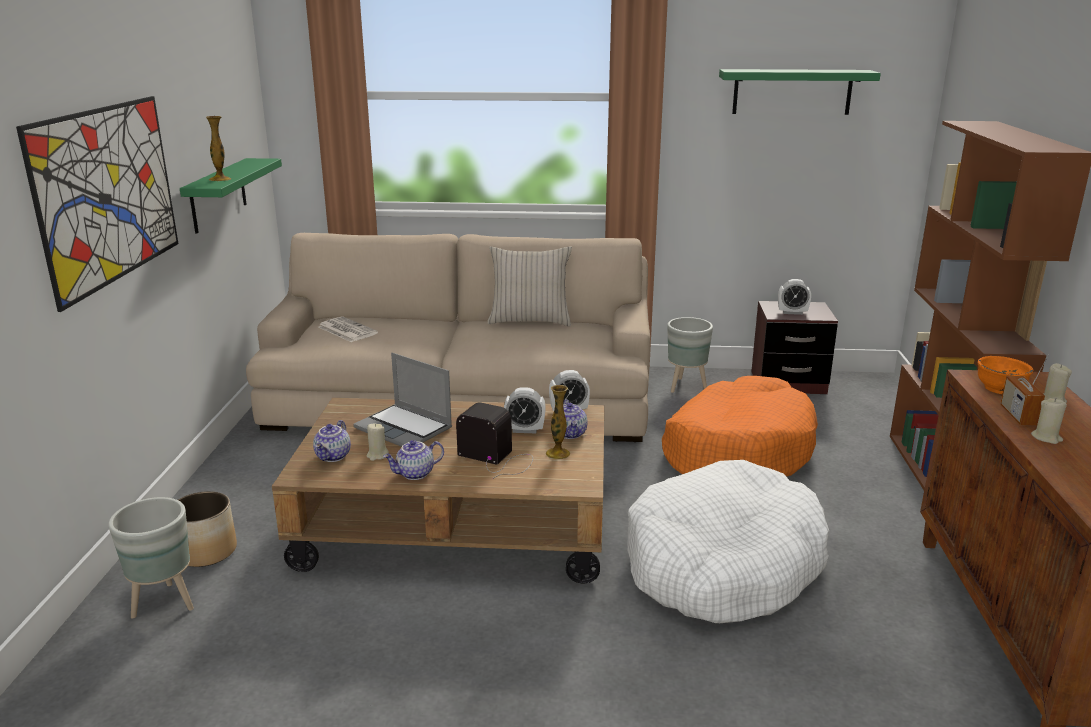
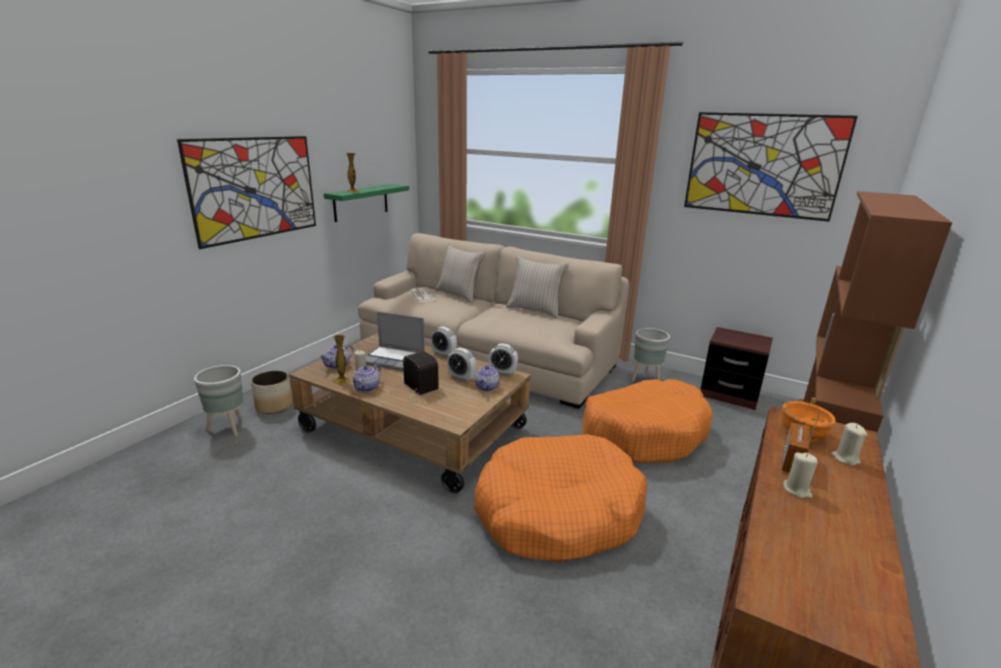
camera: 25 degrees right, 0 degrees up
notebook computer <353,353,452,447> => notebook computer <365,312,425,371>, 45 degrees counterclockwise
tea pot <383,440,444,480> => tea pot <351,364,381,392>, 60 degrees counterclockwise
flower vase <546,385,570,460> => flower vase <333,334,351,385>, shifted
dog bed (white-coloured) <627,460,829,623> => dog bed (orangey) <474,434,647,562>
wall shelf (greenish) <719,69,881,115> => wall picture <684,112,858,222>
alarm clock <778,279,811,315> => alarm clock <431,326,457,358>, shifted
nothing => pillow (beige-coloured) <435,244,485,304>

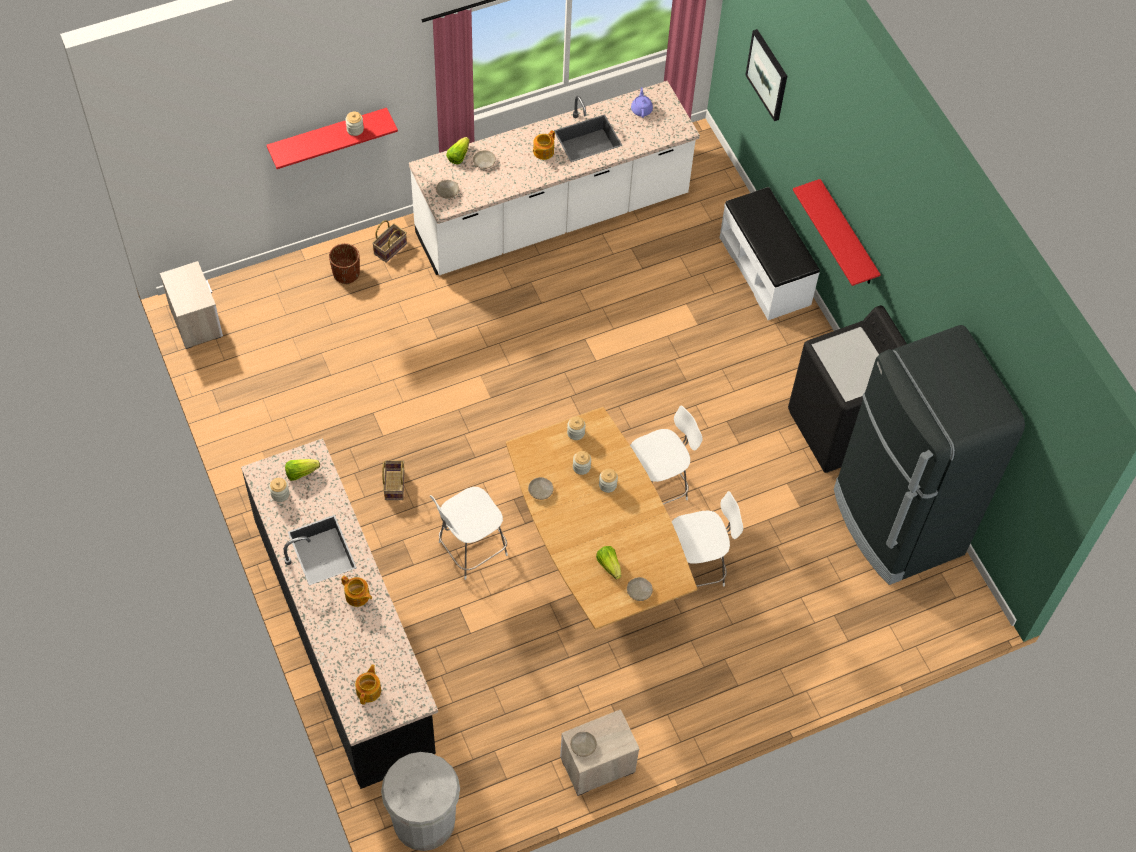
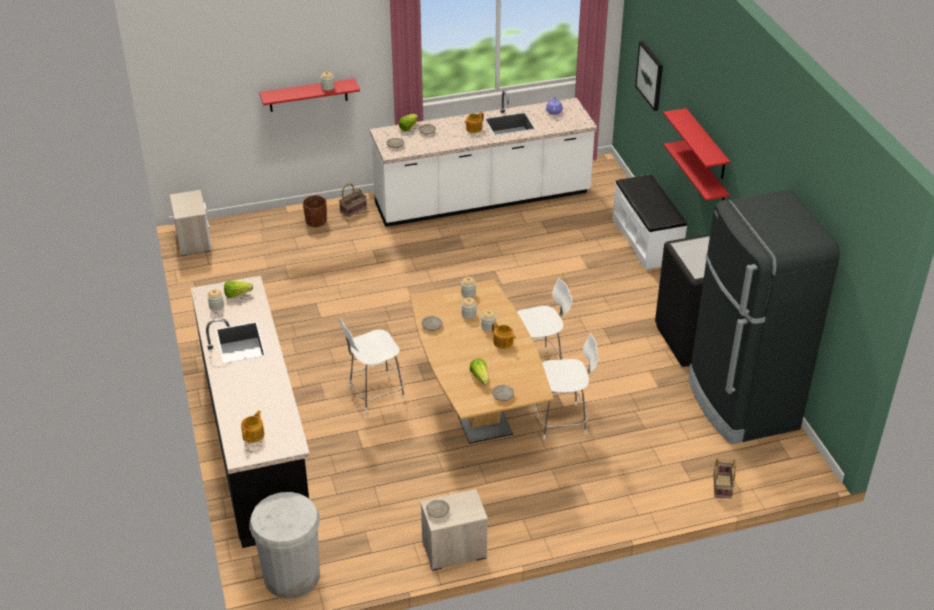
camera: 10 degrees right, 20 degrees down
tea pot <341,576,372,607> => tea pot <492,322,516,349>, shifted
basket <382,460,404,500> => basket <713,458,736,499>, shifted
nothing => wall shelf (reddish) <663,108,730,179>

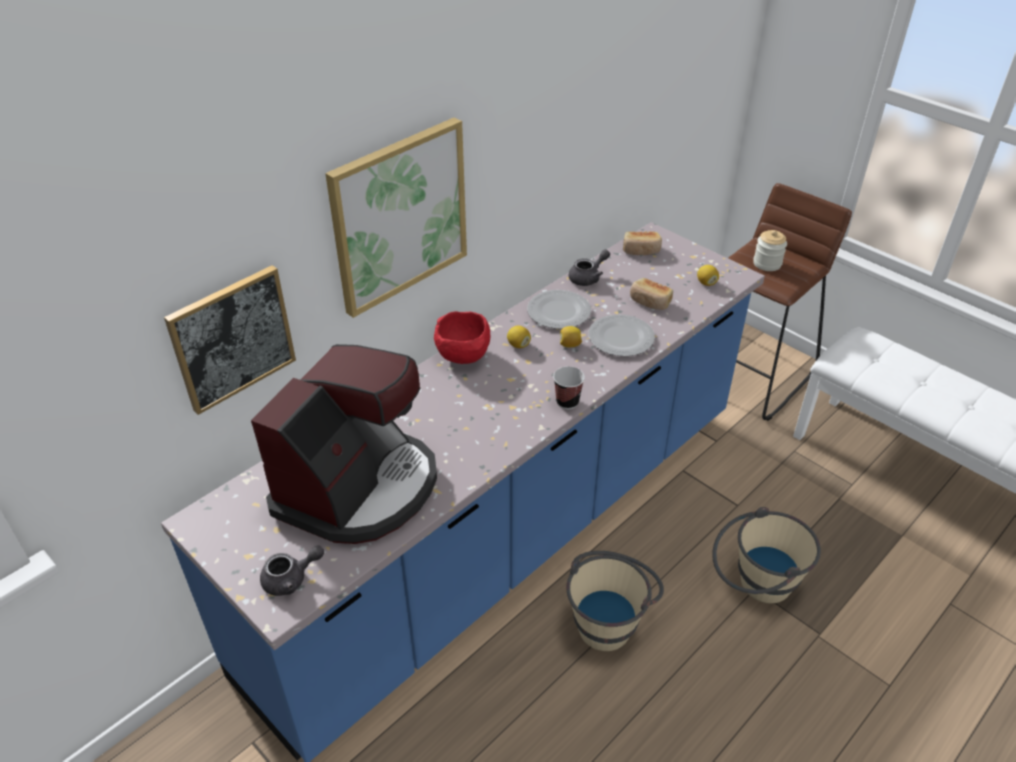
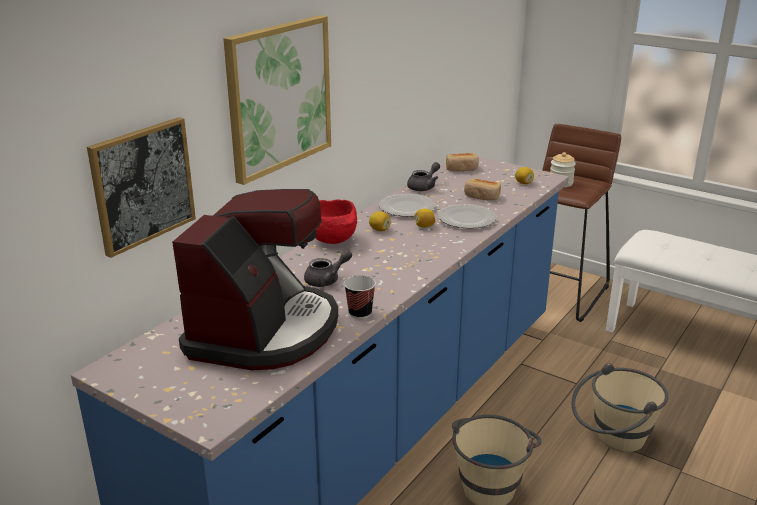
camera: 10 degrees left, 15 degrees down
tea pot (greyish) <260,545,324,596> => tea pot (greyish) <304,250,352,287>, shifted
drinking cup <553,366,585,409> => drinking cup <344,275,376,319>, shifted

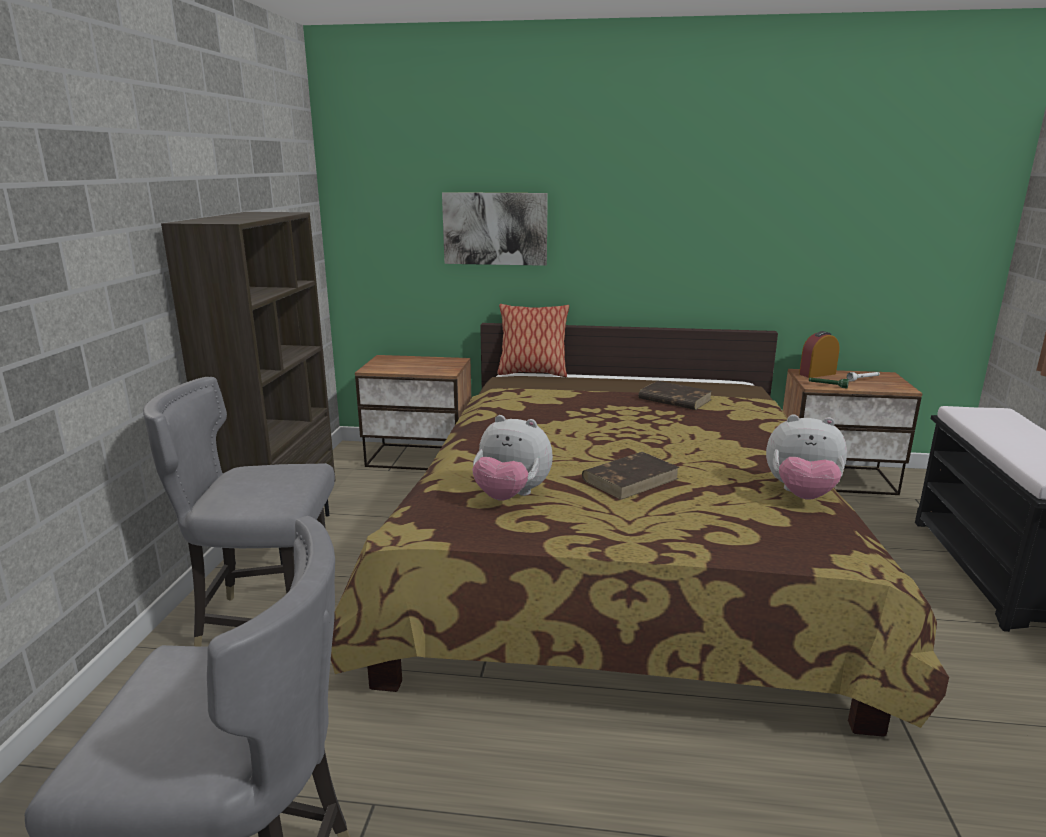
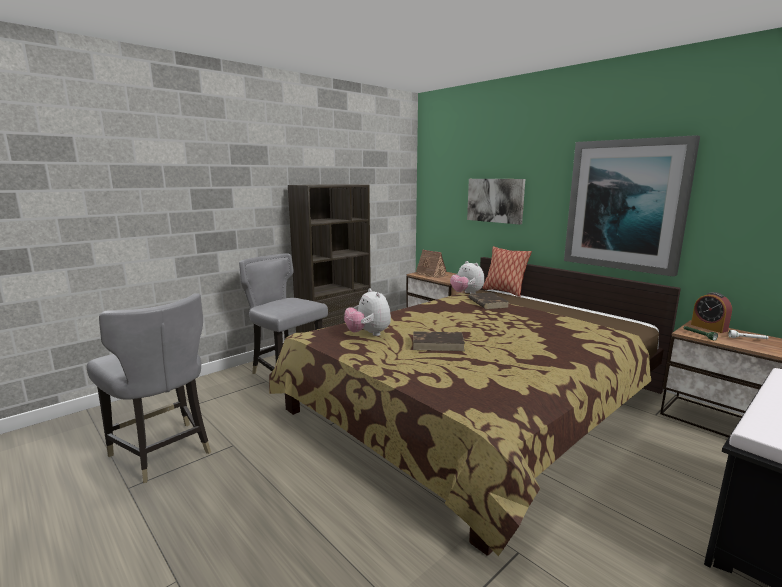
camera: 40 degrees right, 5 degrees down
bound book (brown-coloured) <638,381,712,410> => bound book (brown-coloured) <468,292,509,309>, shifted
cuddly toy <766,414,847,500> => cuddly toy <450,261,485,294>, shifted
alarm clock <799,331,840,378> => alarm clock <691,292,732,333>, 135 degrees counterclockwise
nothing => toy house <416,250,448,278>
nothing => wall picture <564,135,700,277>

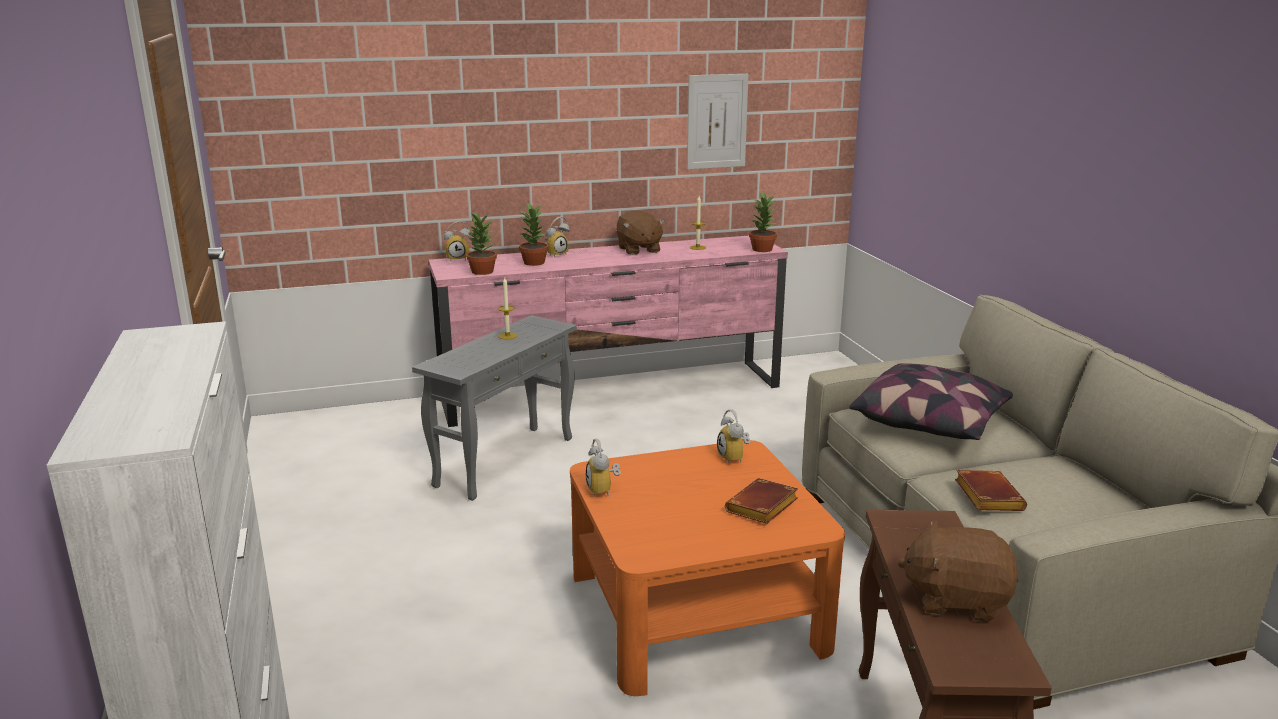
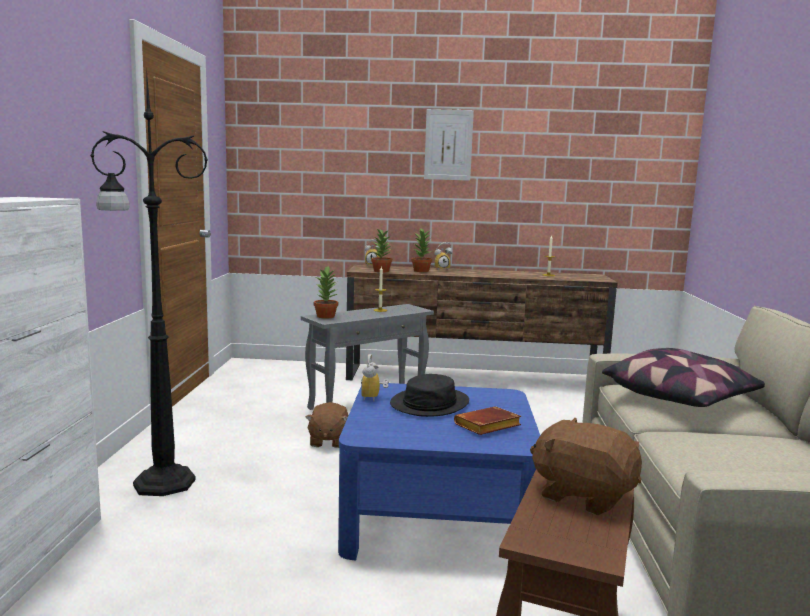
camera: 20 degrees right, 10 degrees down
tv stand (pinkish) <429,236,787,427> => tv stand (brown-coloured) <346,265,618,380>
lounge table (orangey) <570,440,845,696> => lounge table (bluish) <338,383,540,561>
cuddly toy (brown-coloured) <616,210,665,255> => cuddly toy (brown-coloured) <305,402,348,448>, shifted
wall picture <687,74,749,169> => wall picture <424,109,474,181>, shifted
alarm clock <717,409,751,464> => nothing
plant in a pot <749,192,777,252> => plant in a pot <314,267,338,319>, shifted
bound book (brown-coloured) <955,470,1027,511> => nothing
nothing => standard lamp (black-coloured) <90,66,208,496>
nothing => hat (black-coloured) <390,374,469,417>

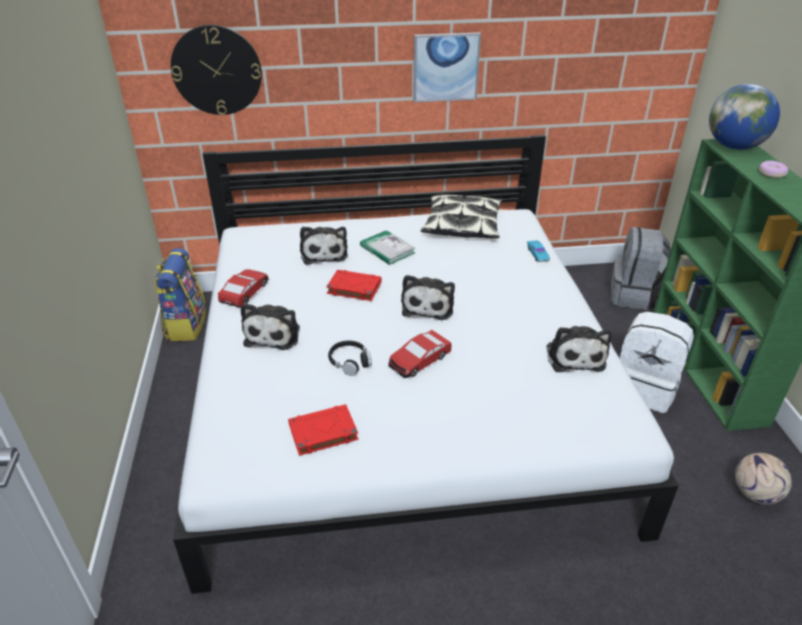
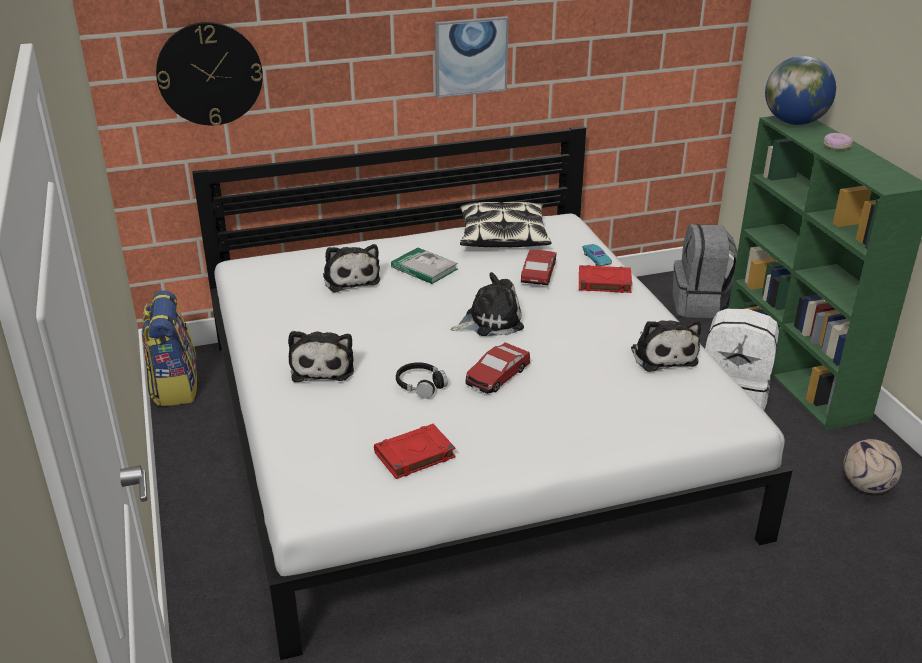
camera: 10 degrees left, 5 degrees down
miniature car <218,269,268,307> => miniature car <521,250,557,285>, shifted
bound book (reddish) <326,270,382,301> => bound book (reddish) <579,265,632,293>, shifted
cuddly toy <401,275,455,320> => cuddly toy <451,272,524,336>, 105 degrees counterclockwise

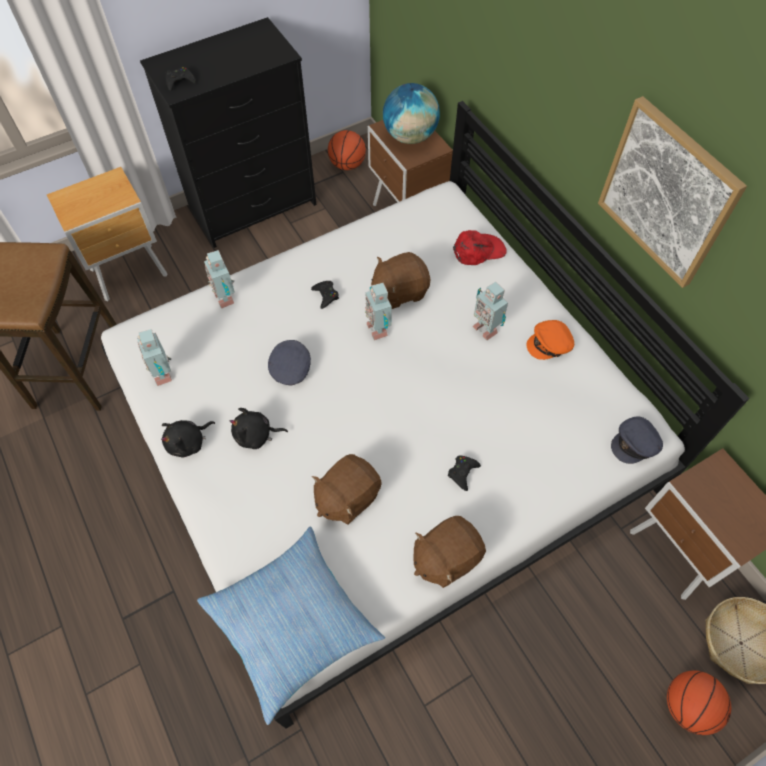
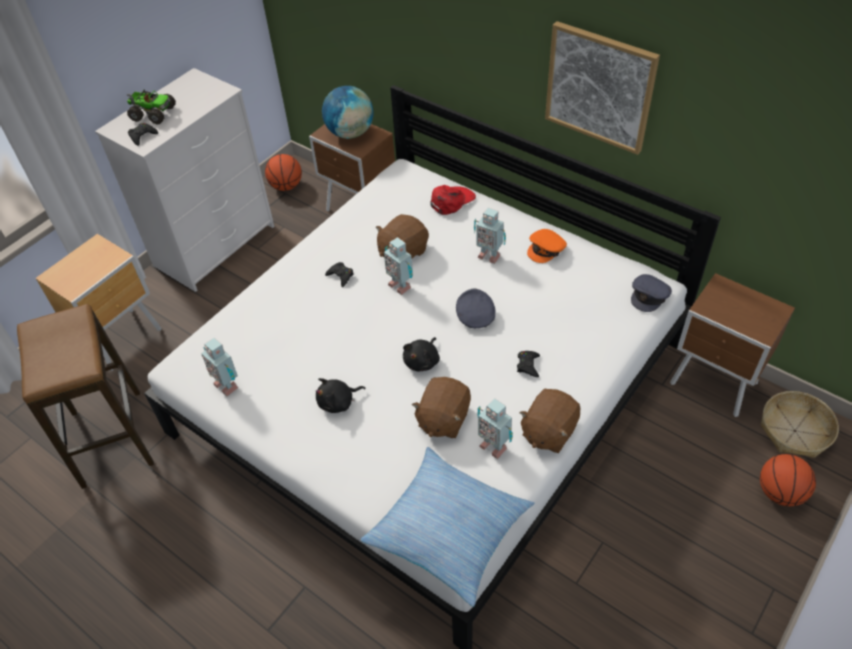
camera: 20 degrees left, 10 degrees down
drawer chest (black-coloured) <140,17,316,248> => drawer chest (white-coloured) <95,68,275,292>
cuddly toy (black-coloured) <161,420,215,457> => cuddly toy (black-coloured) <403,337,440,372>, shifted
toy robot <204,250,235,309> => toy robot <477,398,513,459>, shifted
baseball cap (greyish) <268,340,311,386> => baseball cap (greyish) <456,289,496,328>, shifted
nothing => toy truck <127,90,176,124>

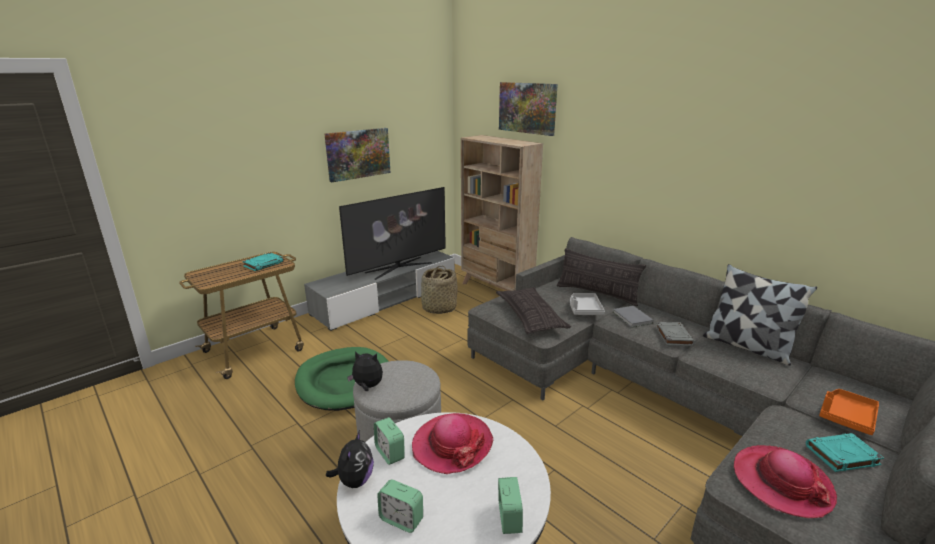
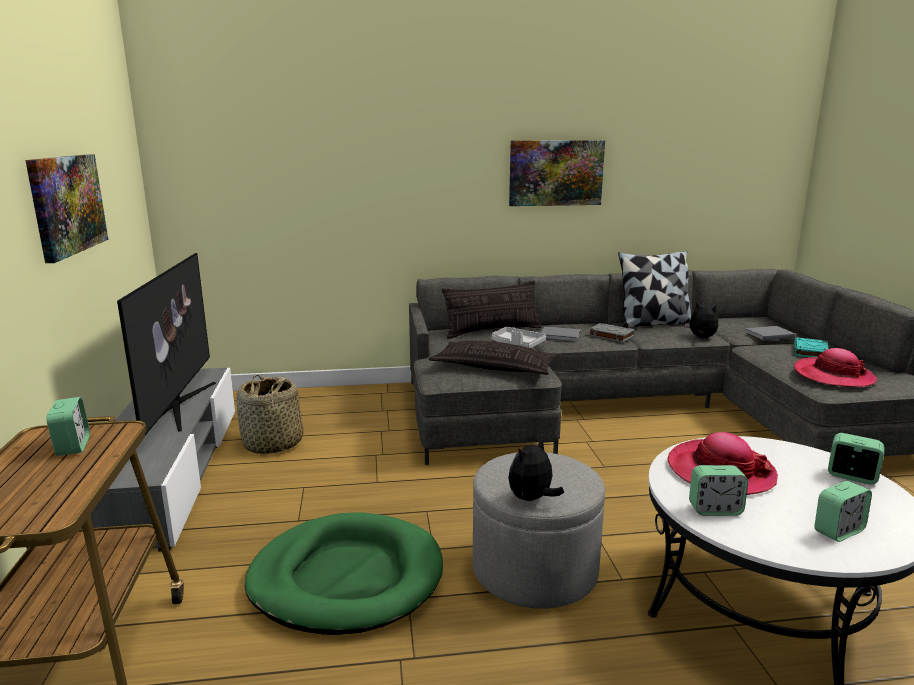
camera: 55 degrees left, 5 degrees down
bound book (turquoise) <242,252,284,271> => alarm clock <46,397,90,456>
cuddly toy <326,430,374,488> => cuddly toy <684,302,718,338>, shifted
bookcase (beige-coloured) <461,135,543,291> => nothing
wall picture <499,82,558,136> => wall picture <509,140,605,206>, shifted
carrying tray (orangey) <819,389,879,435> => bound book (greyish) <745,326,795,341>

